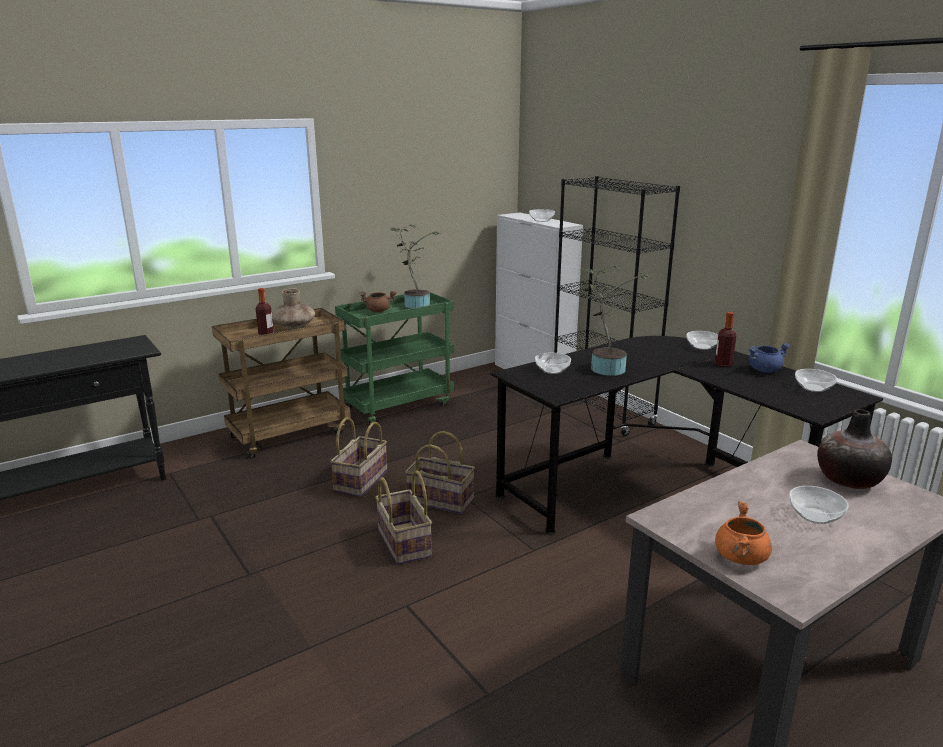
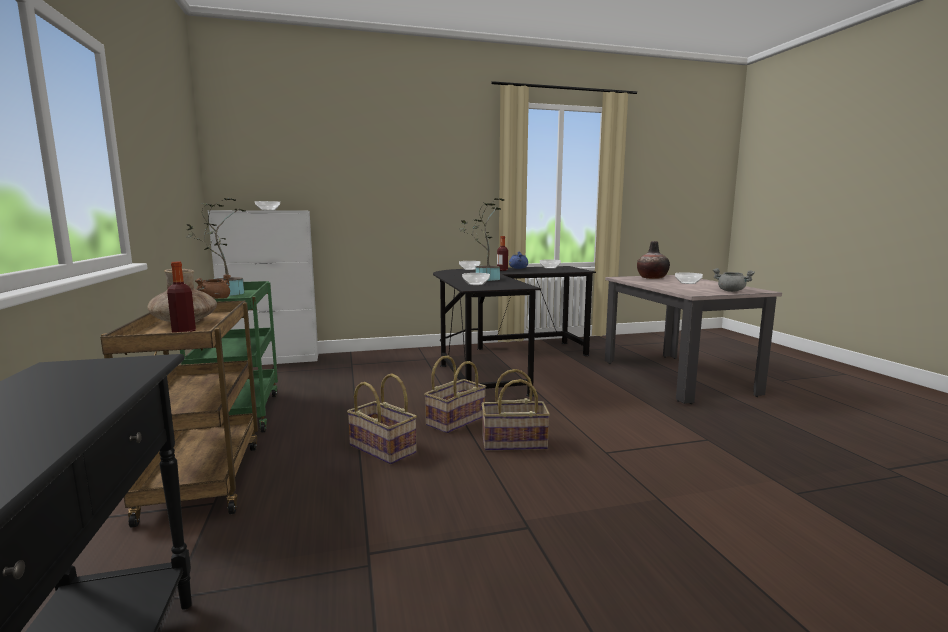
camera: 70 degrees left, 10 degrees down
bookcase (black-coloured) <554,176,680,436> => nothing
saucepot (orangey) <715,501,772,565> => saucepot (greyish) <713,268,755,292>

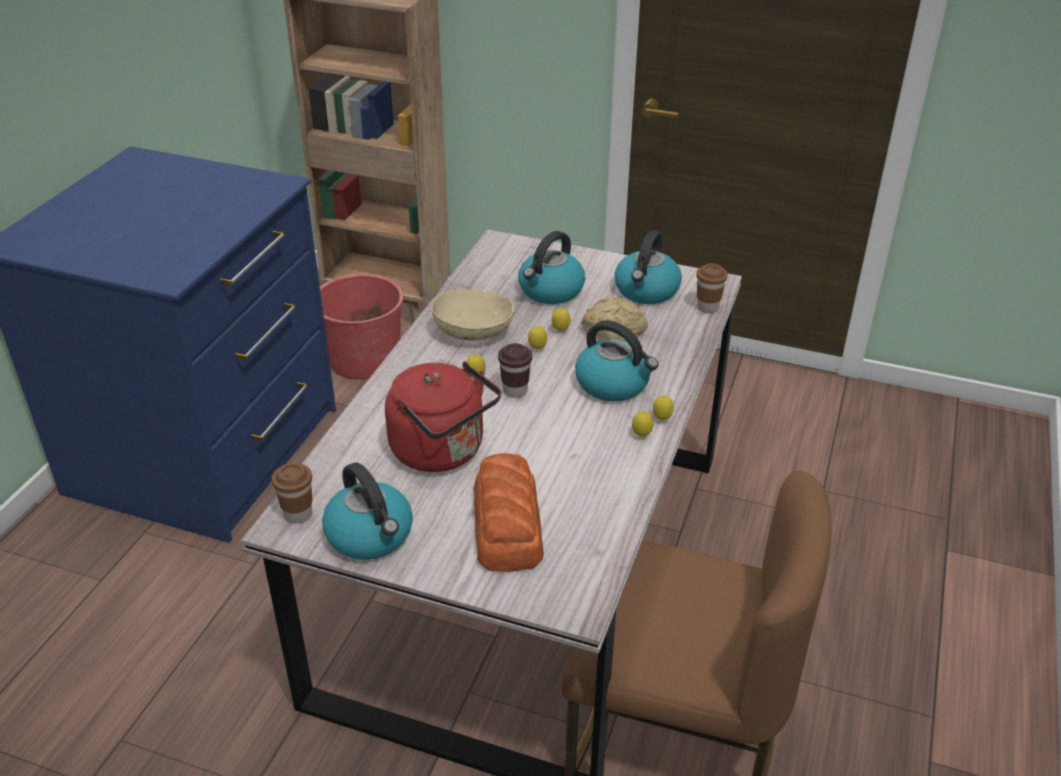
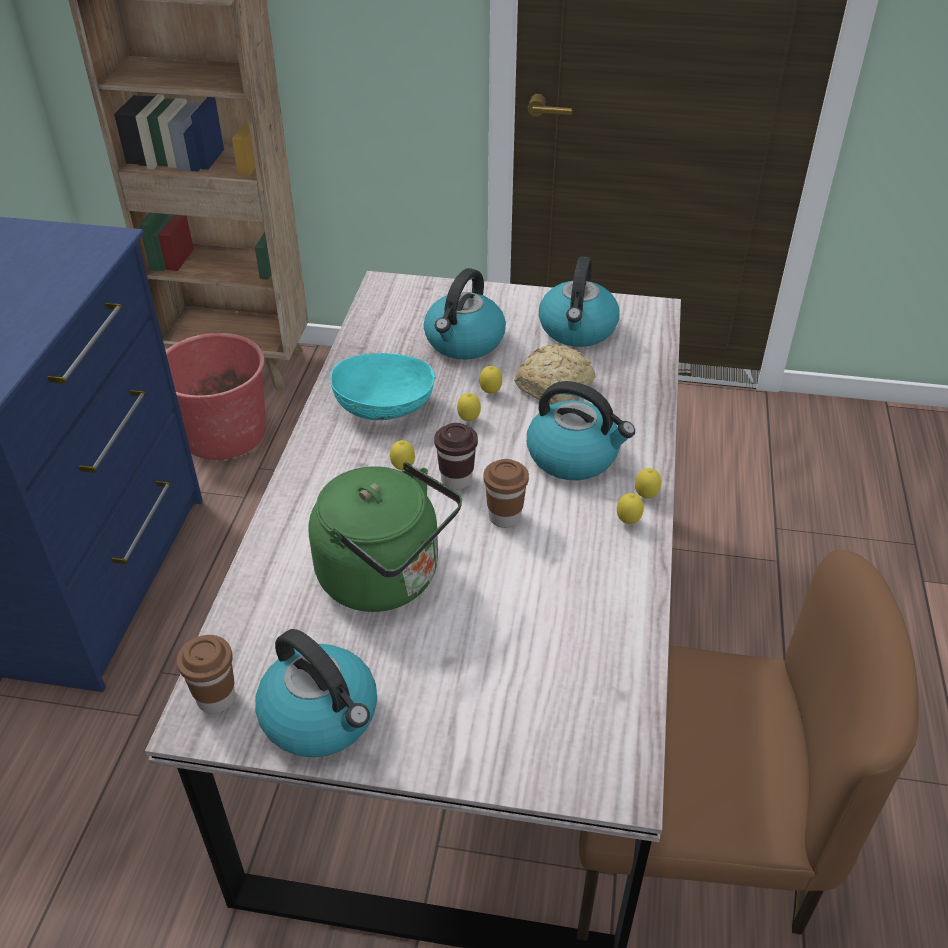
camera: 10 degrees left, 5 degrees up
kettle (reddish) <385,361,501,472> => kettle (greenish) <308,462,462,612>
deep dish (beige-coloured) <430,289,515,341> => deep dish (turquoise) <329,353,436,420>
bread <474,453,544,572> => nothing
drinking cup (brown-coloured) <696,264,728,313> => drinking cup (brown-coloured) <483,459,529,528>, shifted

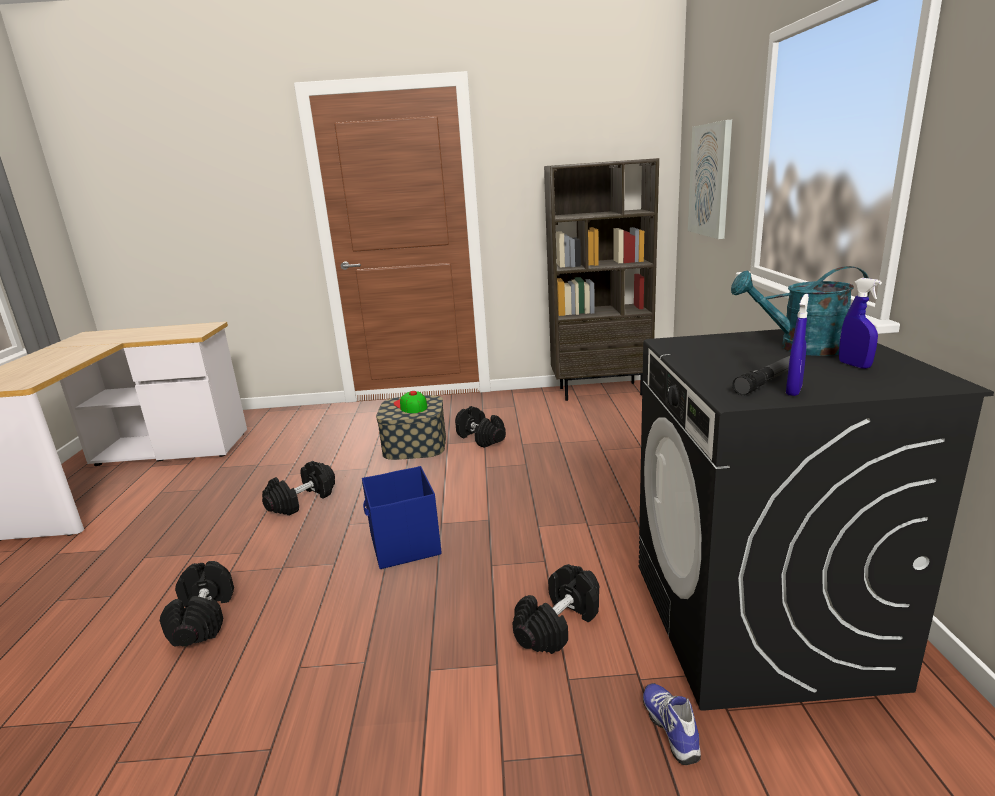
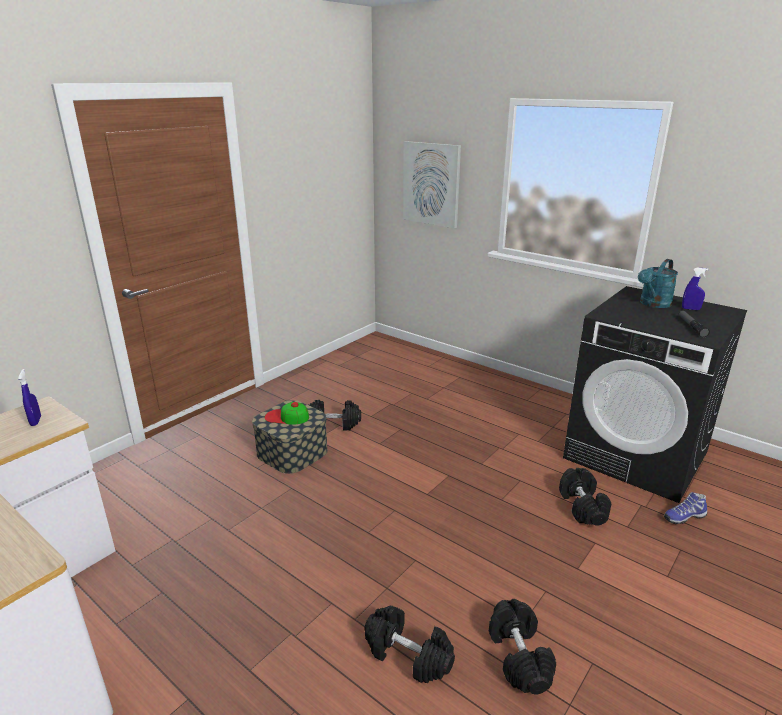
camera: 50 degrees left, 5 degrees up
hand weight (black-coloured) <262,461,335,516> => hand weight (black-coloured) <489,599,556,694>, shifted
storage bin (bluish) <362,466,442,569> => nothing
bookcase (brown-coloured) <544,158,659,401> => nothing
shoe <643,683,701,765> => shoe <664,492,707,524>, 45 degrees counterclockwise
spray bottle (bluish) <786,294,809,396> => spray bottle (bluish) <18,369,41,426>, shifted

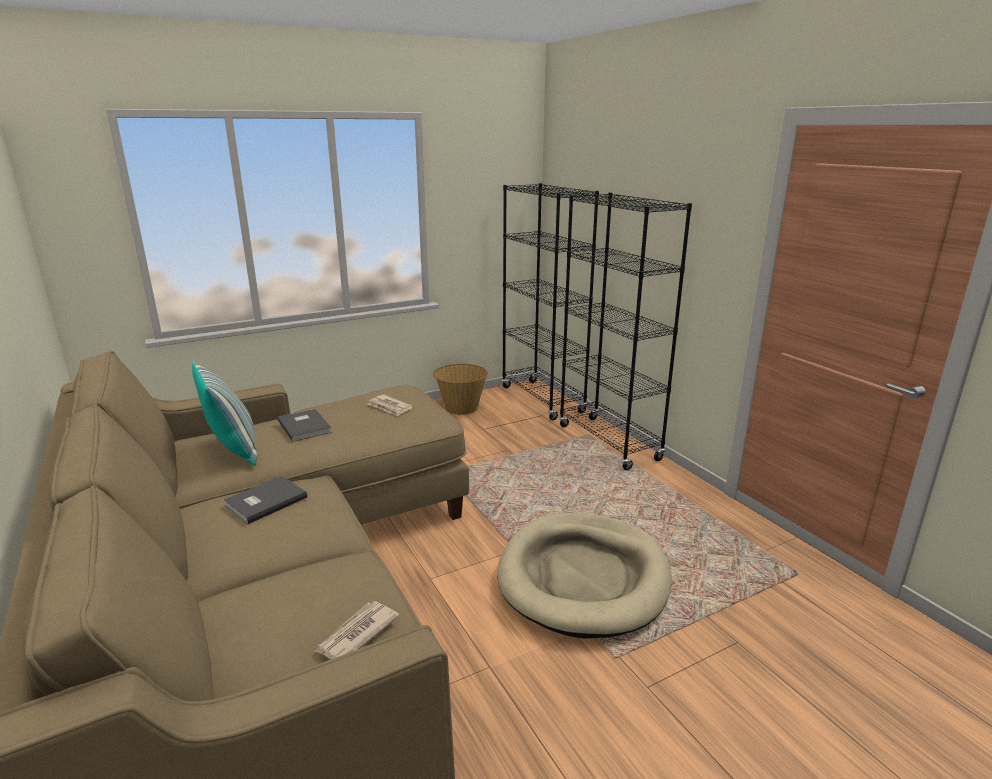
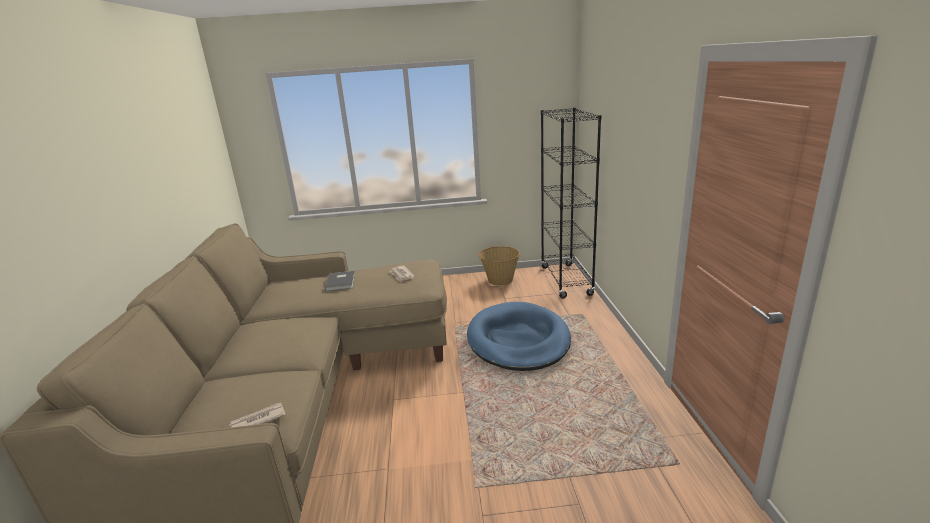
camera: 25 degrees right, 0 degrees up
pillow <192,361,257,466> => nothing
bound book (greyish) <224,476,307,524> => nothing
dog bed (beige-coloured) <497,513,672,639> => nothing
bookcase (black-coloured) <559,193,692,470> => nothing
nothing => dog bed (bluish) <467,302,571,371>

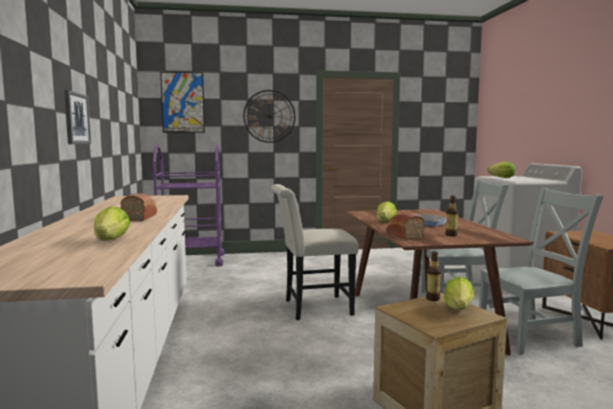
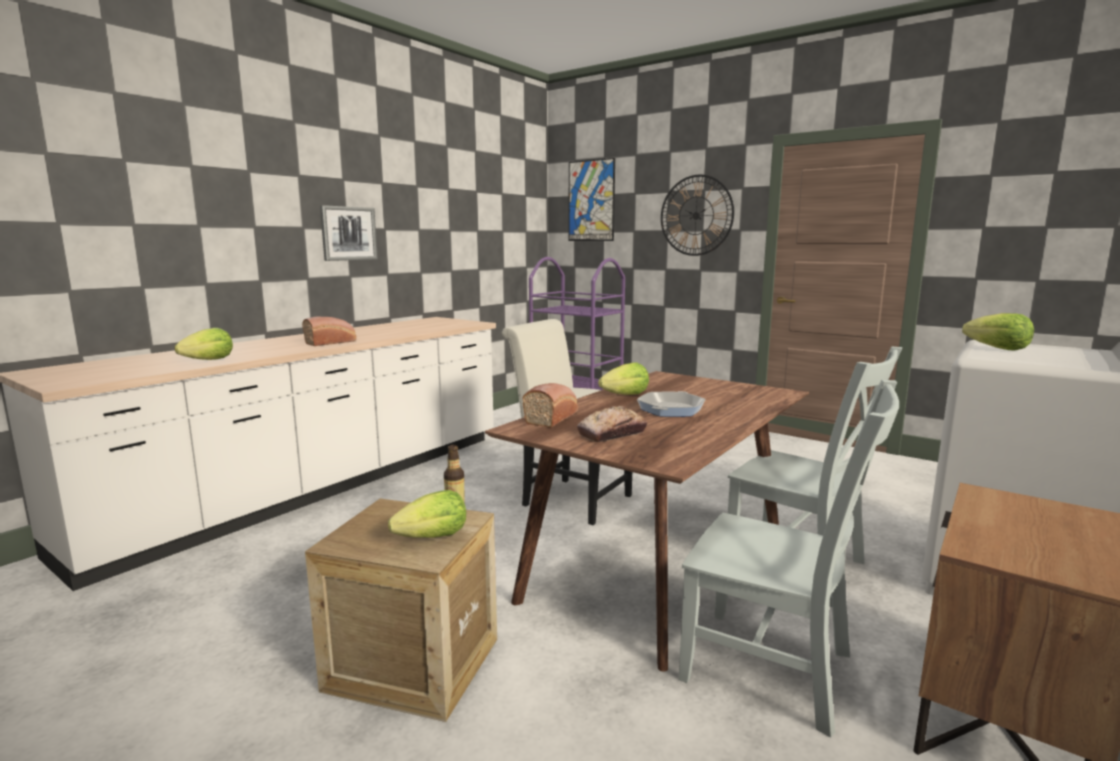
camera: 45 degrees right, 5 degrees up
drink bottle <445,196,458,236> => bread <577,406,647,442>

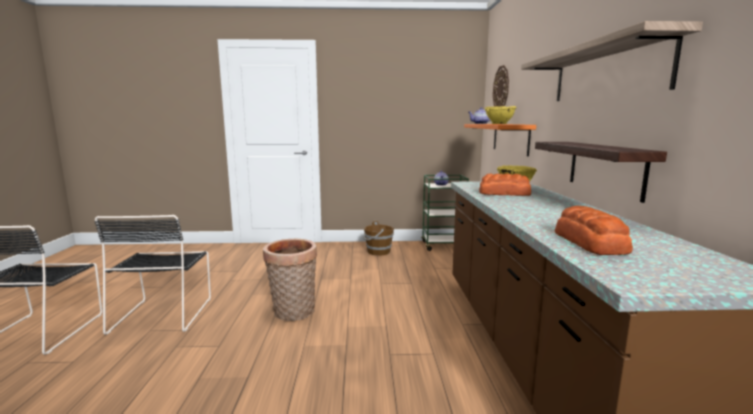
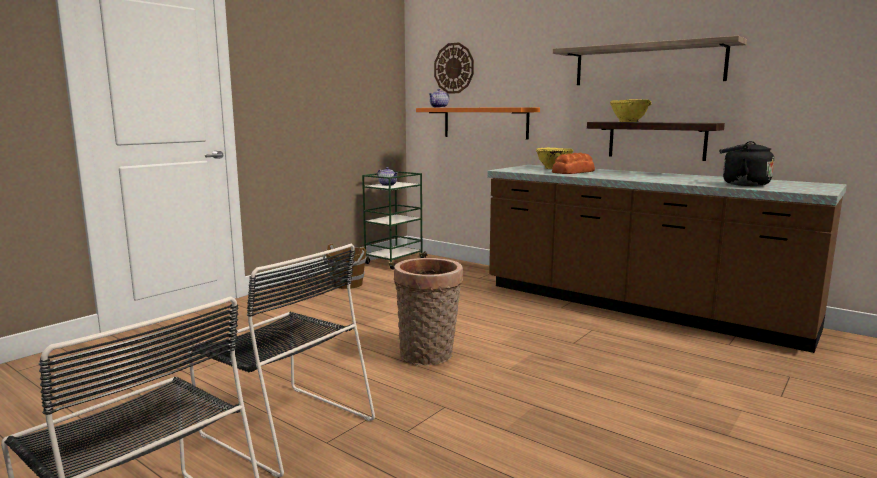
camera: 50 degrees left, 0 degrees up
deep dish (yellowish) <485,106,517,124> => deep dish (yellowish) <610,99,651,122>, shifted
bread <555,206,633,255> => kettle (black-coloured) <719,141,774,186>

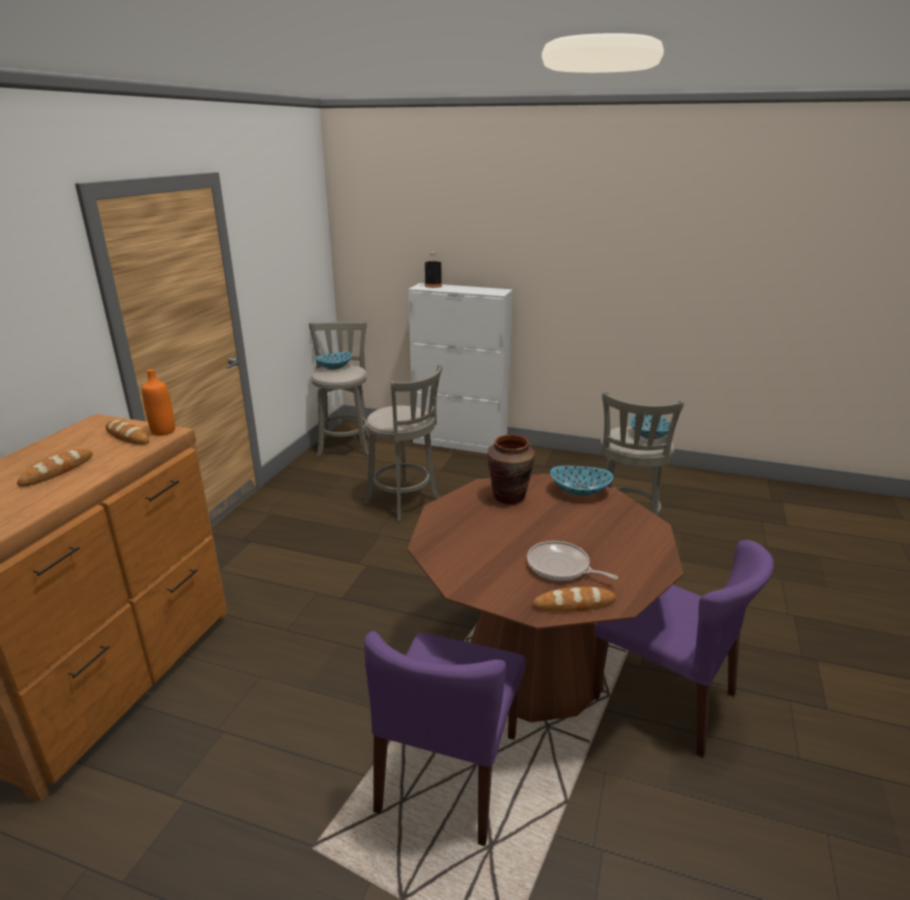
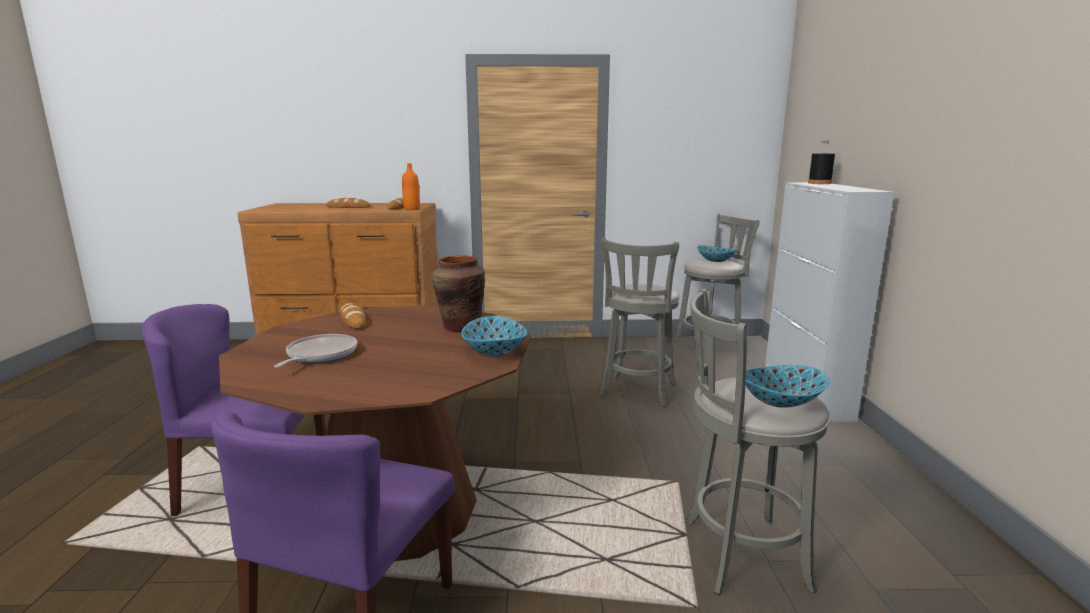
camera: 70 degrees right, 10 degrees down
bread <532,587,616,612> => bread <340,303,366,329>, shifted

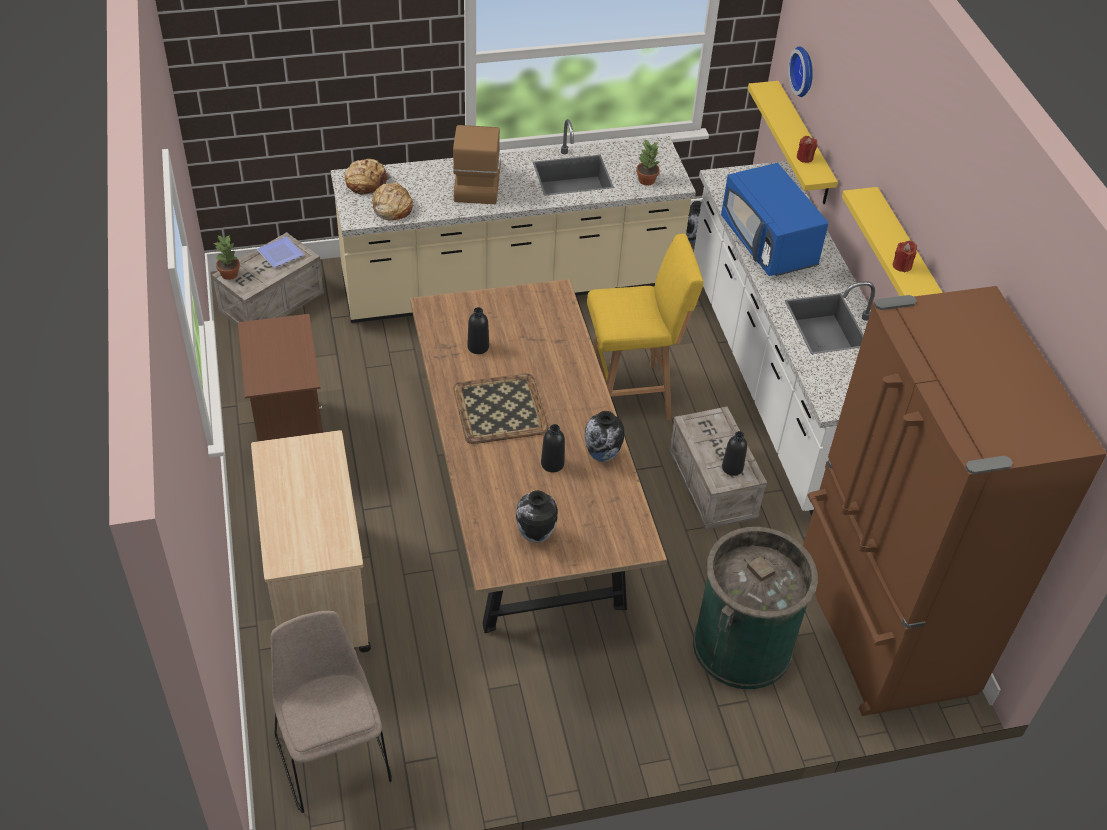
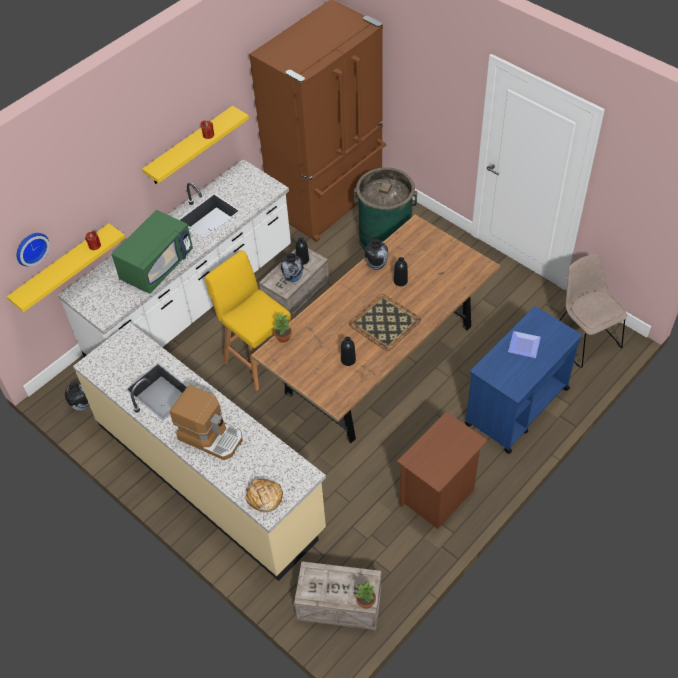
camera: 120 degrees left, 5 degrees up
trolley (beige-coloured) <251,430,371,652> => trolley (bluish) <465,306,582,454>
dinner plate <257,236,304,268> => dinner plate <508,331,541,358>, shifted
upright chair (beige-coloured) <271,611,392,813> => upright chair (beige-coloured) <559,254,627,368>, 120 degrees clockwise
bread <371,183,413,220> => nothing
coffee brewer <453,125,501,204> => coffee brewer <170,385,243,460>, 120 degrees counterclockwise
flower vase <516,490,558,543> => flower vase <281,253,304,282>, shifted
plant in a pot <636,140,660,185> => plant in a pot <273,313,292,343>, shifted
microwave (bluish) <721,163,829,276> => microwave (greenish) <111,210,193,294>

